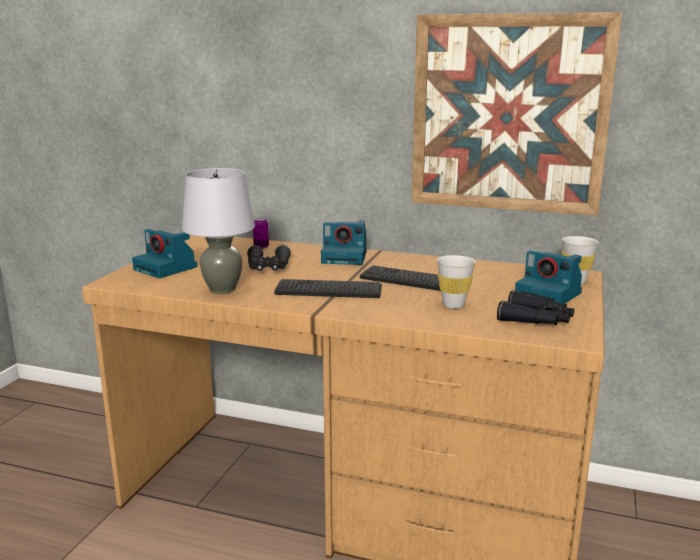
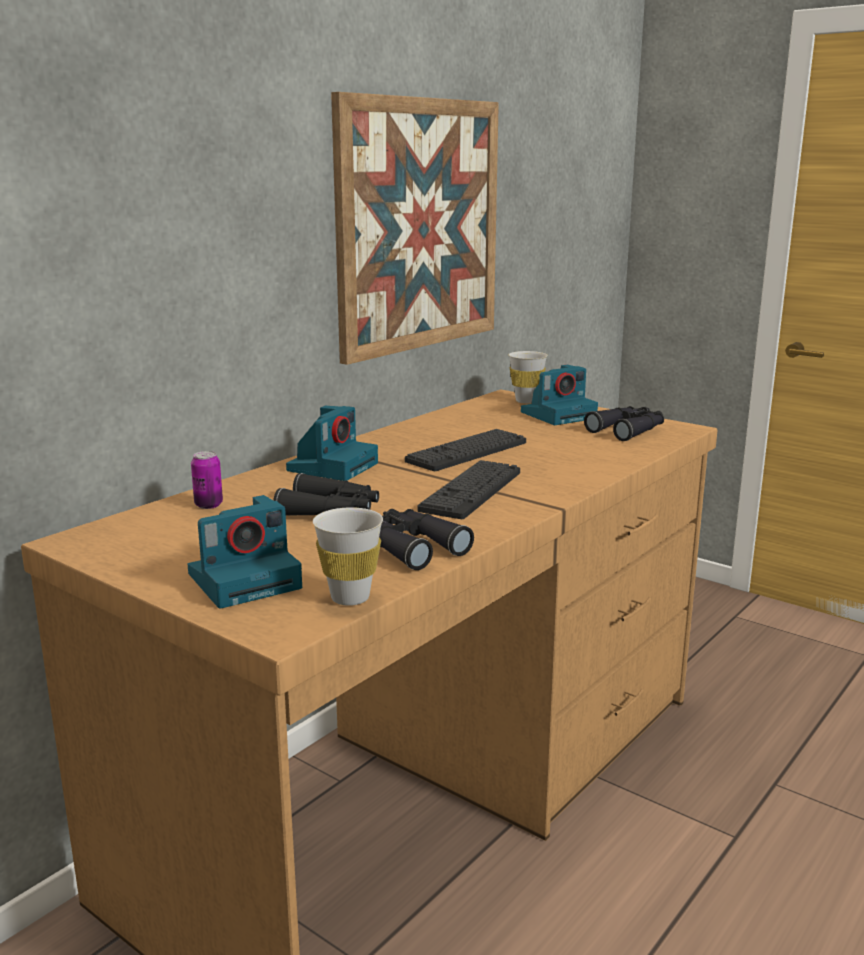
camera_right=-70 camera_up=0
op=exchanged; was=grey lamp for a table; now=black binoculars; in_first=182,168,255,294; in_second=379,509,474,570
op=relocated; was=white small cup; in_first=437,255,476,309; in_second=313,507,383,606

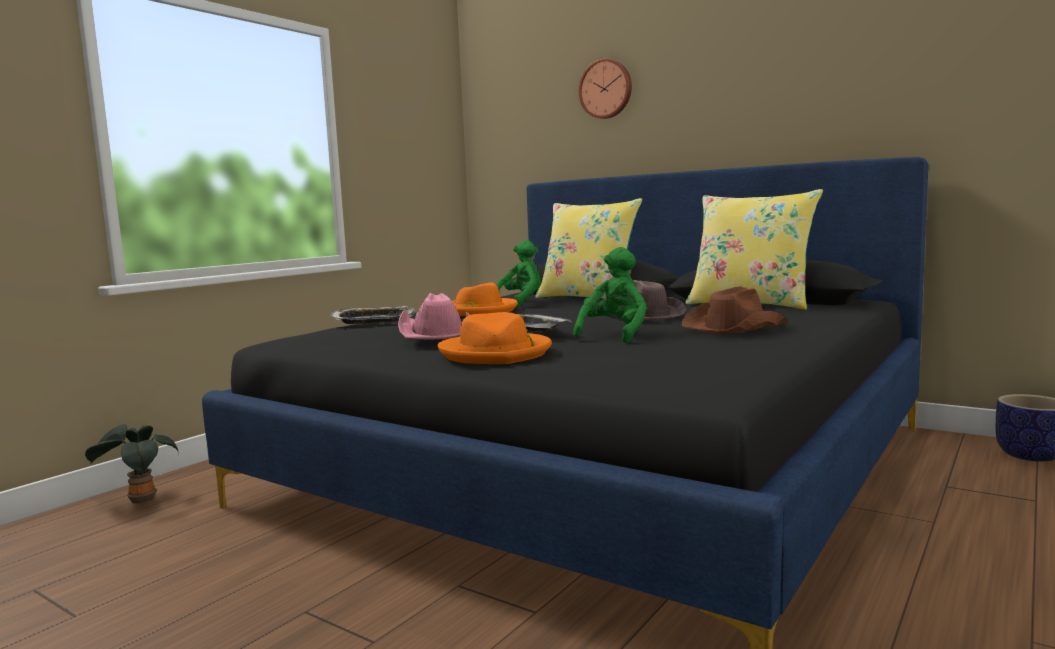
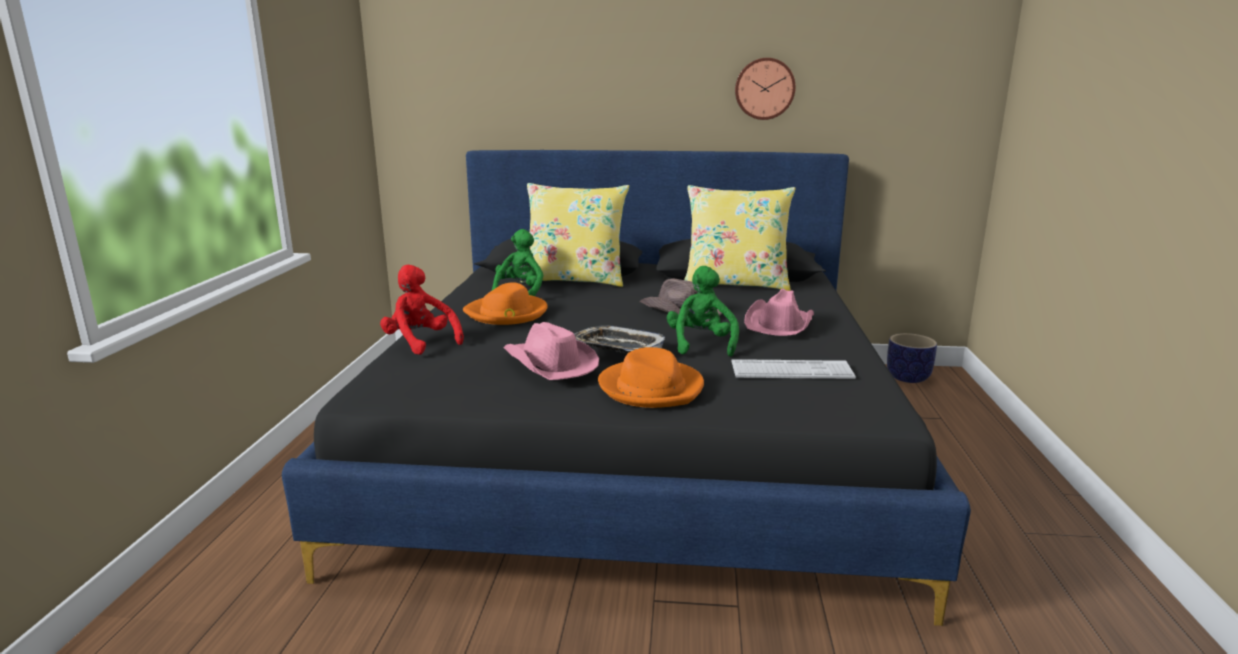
camera_right=-30 camera_up=10
op=relocated; was=hanging clock; in_first=579,59,632,119; in_second=735,58,796,120
op=colour; was=brownish clothing hat; now=pink-coloured clothing hat; in_first=682,286,788,334; in_second=744,289,814,336
op=exchanged; was=serving tray; now=reddish cuddly toy; in_first=329,306,415,324; in_second=380,265,464,355
op=missing; was=plant in a pot; in_first=85,424,179,504
op=appeared; now=computer keyboard; in_second=732,359,856,379

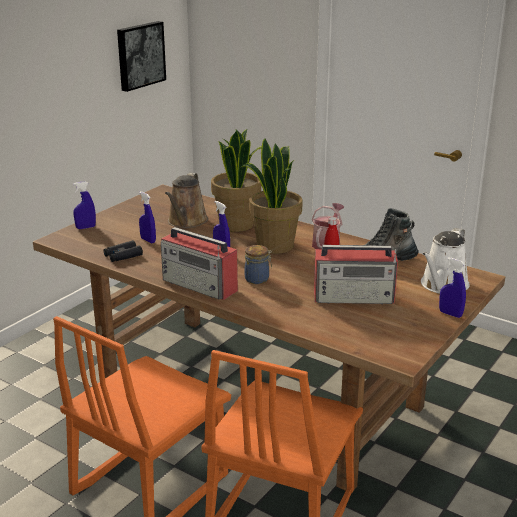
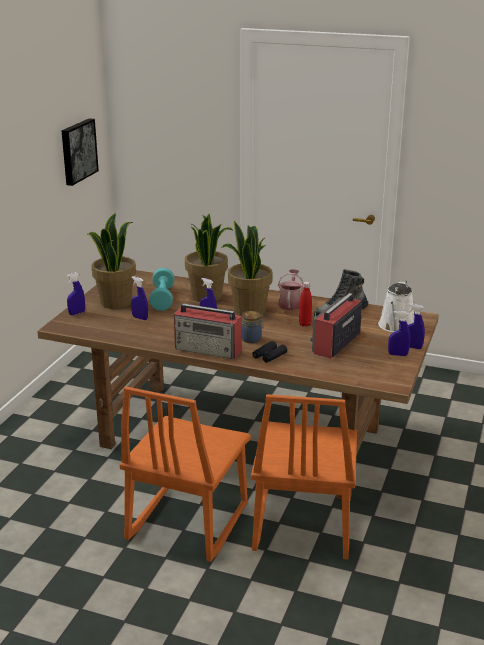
camera_right=-15 camera_up=0
op=exchanged; was=brownish watering pot; now=turquoise-coloured free weight; in_first=165,173,208,228; in_second=149,268,174,311
op=relocated; was=black binoculars; in_first=103,240,143,262; in_second=252,341,287,363
op=spun; was=radio set; in_first=314,245,398,304; in_second=310,293,362,359; clockwise=135
op=appeared; now=plant in a pot; in_second=87,213,136,309
op=appeared; now=blue hand sprayer; in_second=388,311,410,356

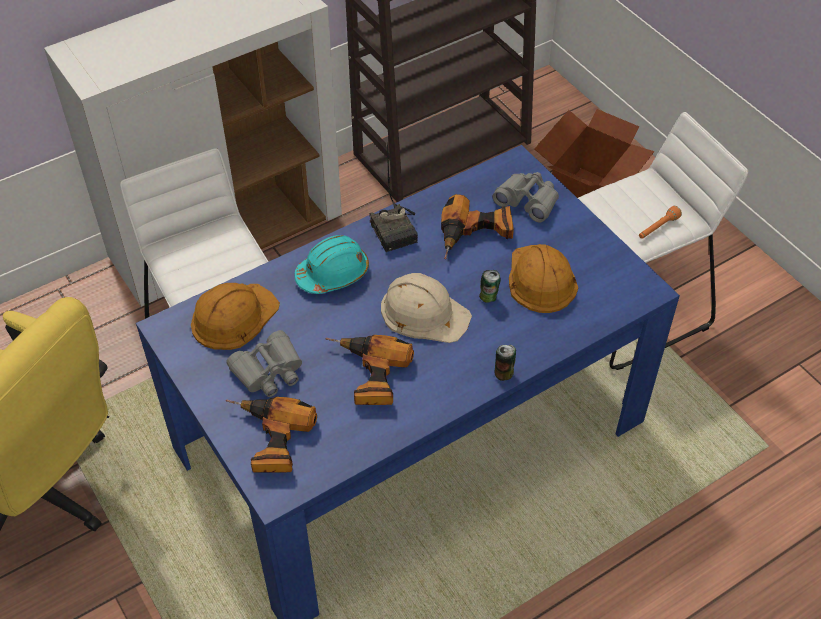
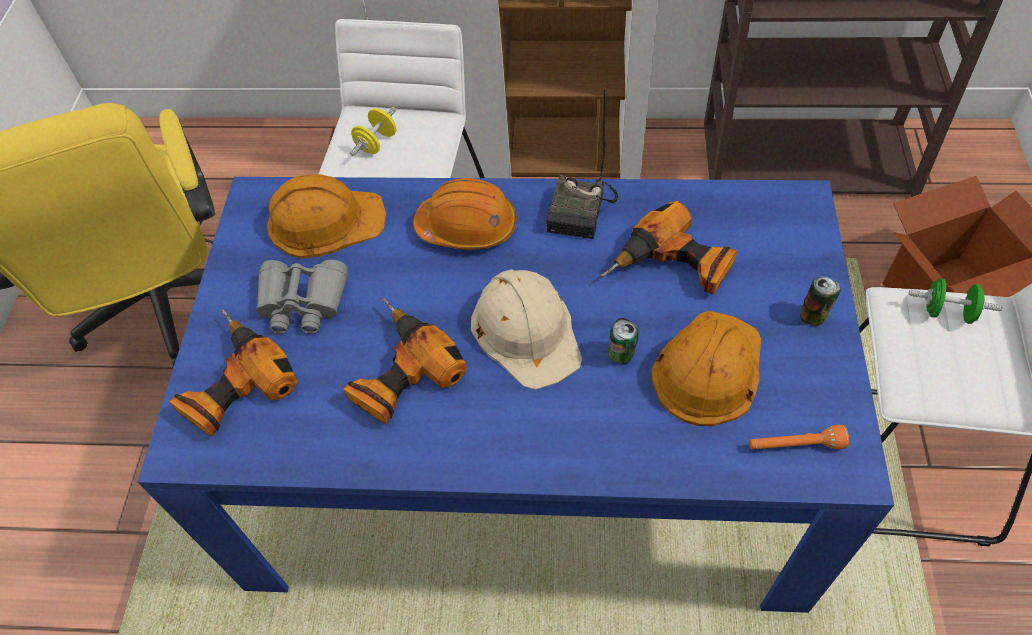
camera_right=40 camera_up=5
op=missing; was=grey binoculars; in_first=493,172,559,222
op=relocated; was=orangey hand torch; in_first=639,206,682,239; in_second=749,425,849,449
op=colour; was=turquoise-coloured safety helmet; now=orangey safety helmet; in_first=294,235,369,294; in_second=413,178,517,250
op=relocated; was=metal can; in_first=494,345,516,381; in_second=800,277,841,326
op=appeared; now=yellowish free weight; in_second=350,107,396,156
op=appeared; now=greenish free weight; in_second=909,278,1002,324

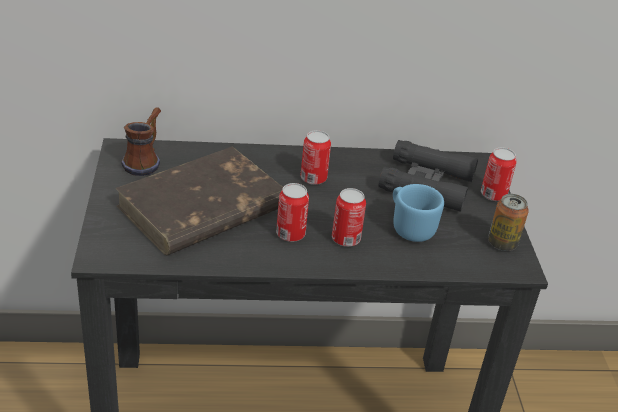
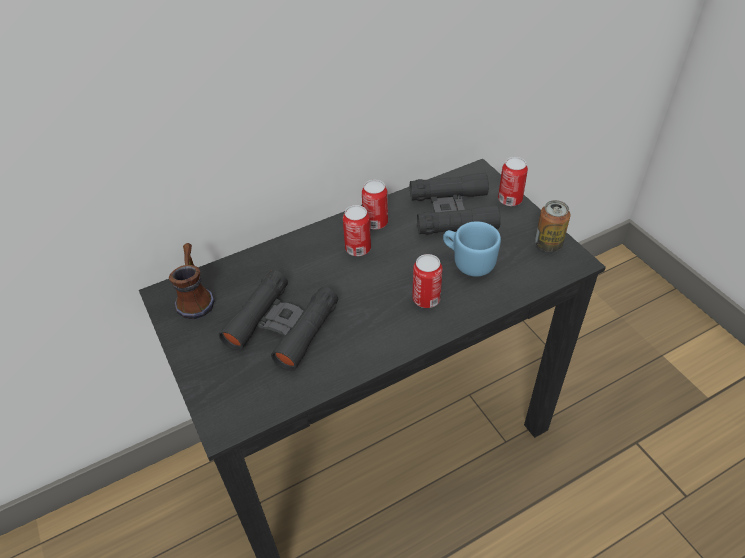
camera_right=-20 camera_up=10
op=exchanged; was=brownish volume; now=black binoculars; in_first=115,146,283,255; in_second=219,270,338,371
op=relocated; was=metal can; in_first=276,183,309,242; in_second=362,180,388,230

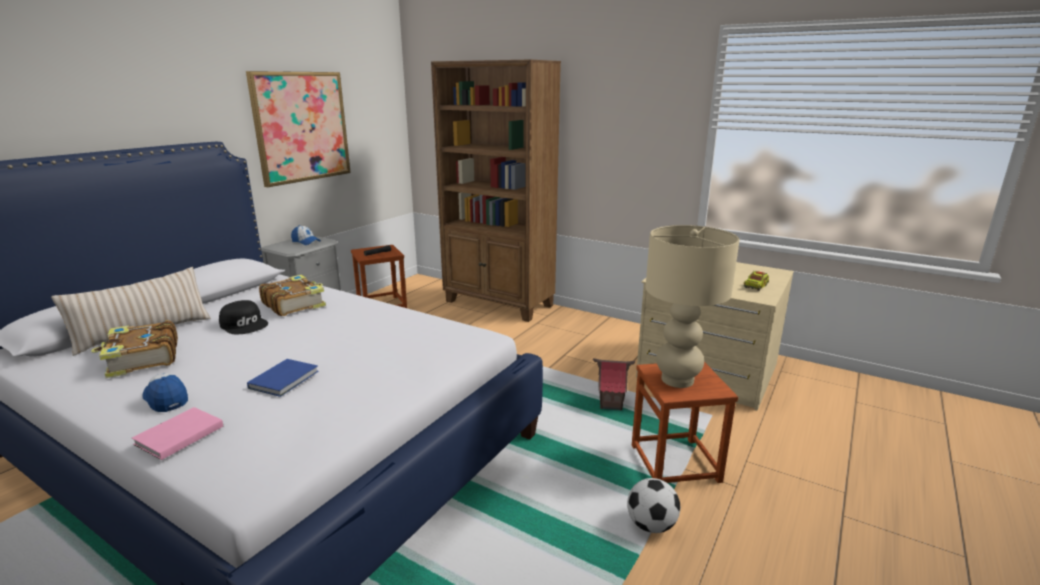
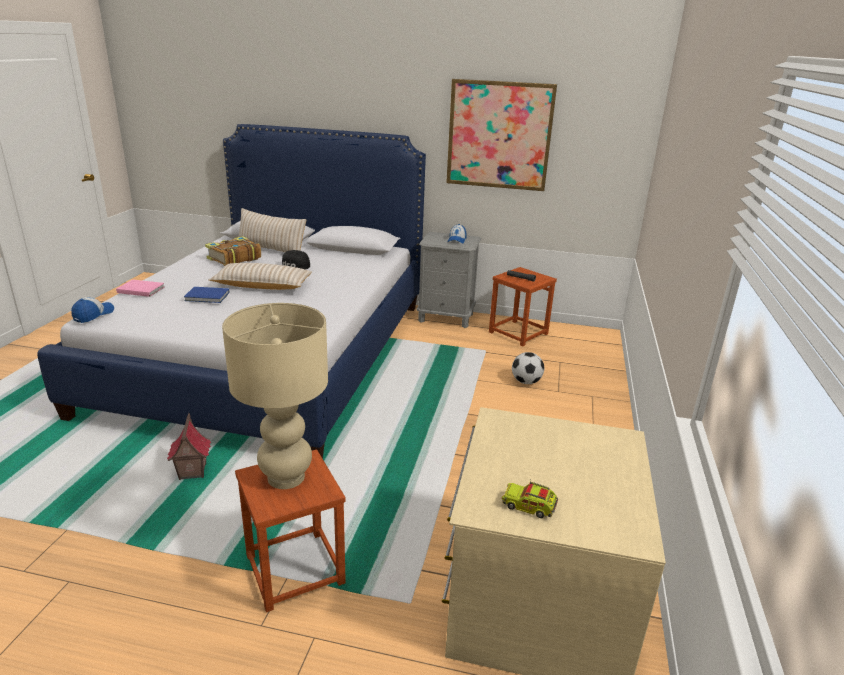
camera_right=70 camera_up=5
op=missing; was=brownish bookshelf; in_first=431,59,561,322
op=missing; was=volume; in_first=259,275,326,316
op=relocated; was=model house; in_first=593,358,635,410; in_second=167,413,211,480
op=relocated; was=baseball cap; in_first=142,373,188,412; in_second=71,297,114,323
op=relocated; was=football; in_first=627,478,680,533; in_second=512,352,544,384
op=appeared; now=beige cushion; in_second=209,263,312,290

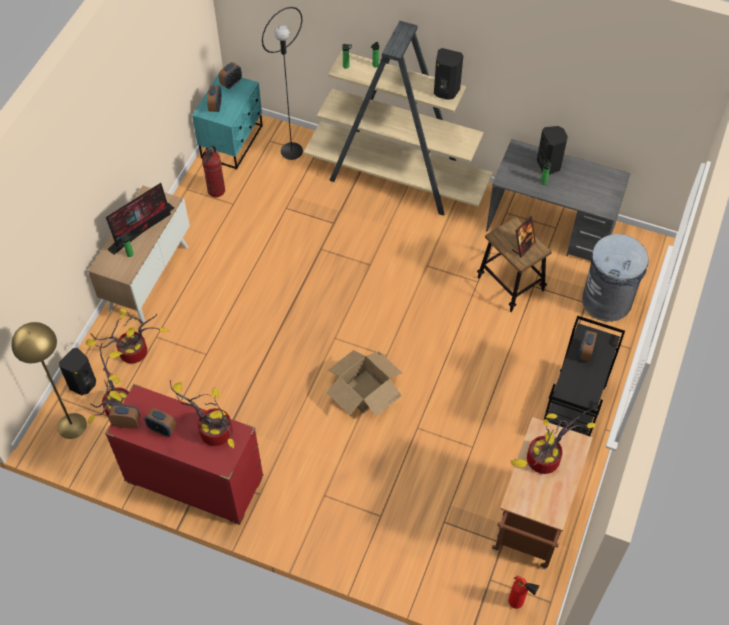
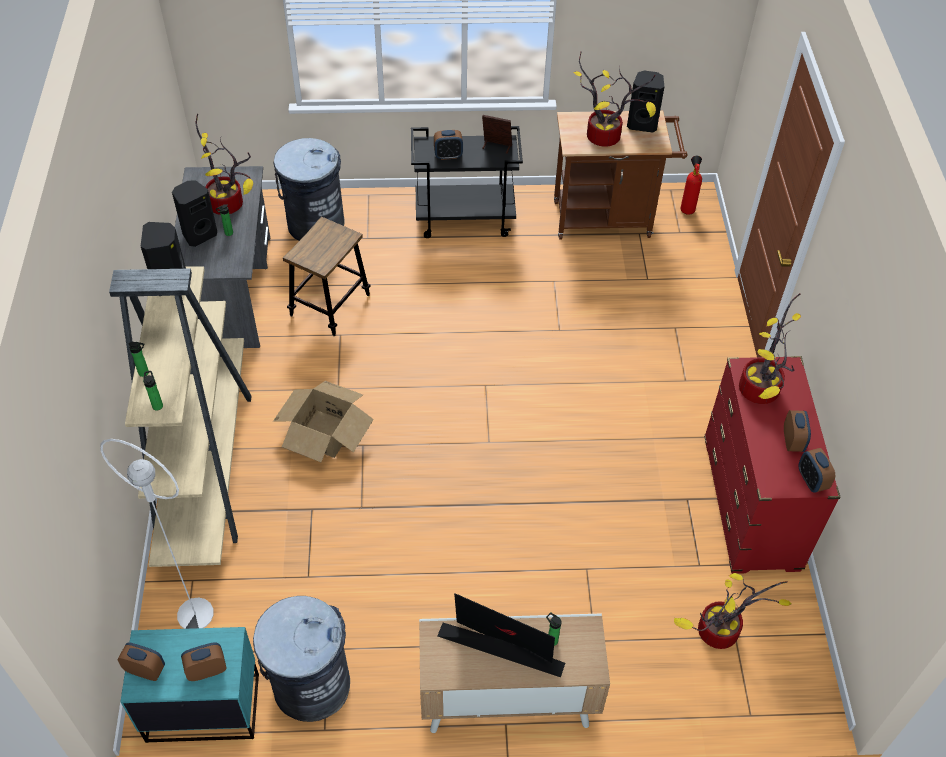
camera_right=-115 camera_up=-5
op=colour; was=black floor lamp; now=white floor lamp; in_first=262,7,303,160; in_second=100,439,214,629
op=exchanged; was=fire extinguisher; now=grey rubbish bin; in_first=202,146,225,197; in_second=253,596,350,722
op=relocated; was=standing frame; in_first=512,216,536,257; in_second=482,115,512,154
op=relocated; was=plant in a pot; in_first=86,308,169,364; in_second=195,113,253,215
op=missing; was=yellowish floor lamp; in_first=11,322,87,439
op=relocated; was=black audio speaker; in_first=59,348,96,395; in_second=627,71,665,133
op=relocated; was=carton; in_first=327,350,402,416; in_second=273,381,374,462

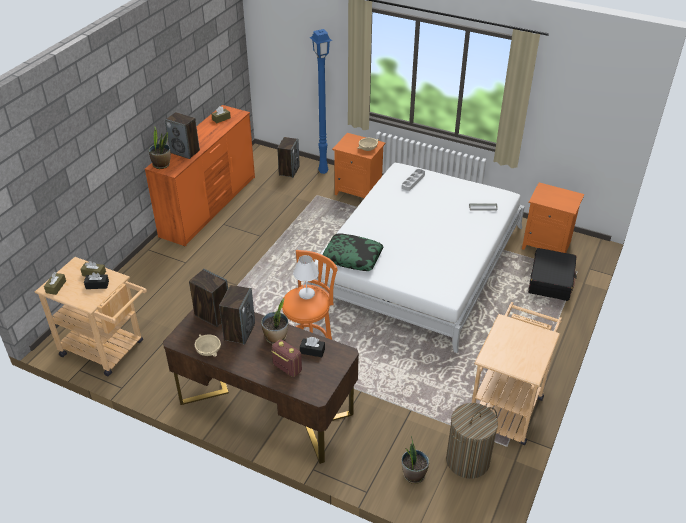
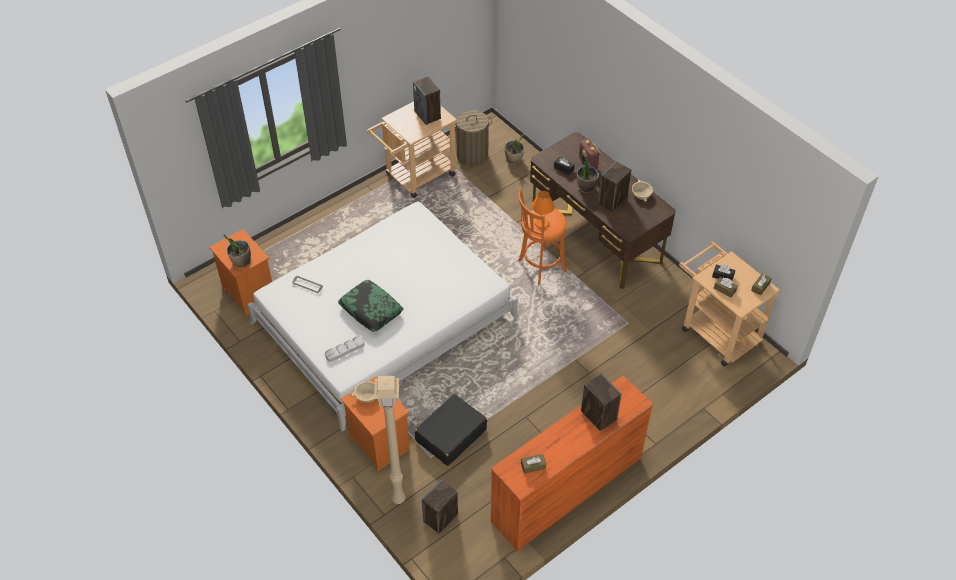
camera_right=-155 camera_up=10
op=colour; was=blue floor lamp; now=beige floor lamp; in_first=310,29,332,174; in_second=374,376,406,504
op=relocated; was=plant in a pot; in_first=149,127,171,169; in_second=224,235,251,268
op=relocated; was=cushion; in_first=323,233,383,271; in_second=338,280,403,332
op=relocated; was=black suitcase; in_first=528,248,577,301; in_second=415,394,487,466
op=colour; was=white lamp for a table; now=orangey lamp for a table; in_first=293,255,319,299; in_second=532,191,555,229
op=relocated; was=audio speaker; in_first=189,269,228,327; in_second=413,77,441,125

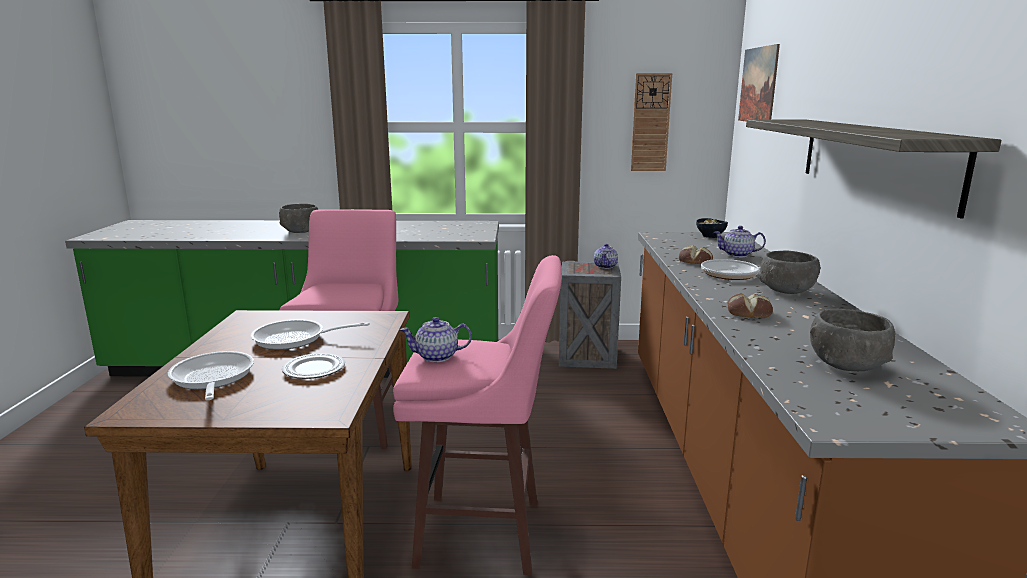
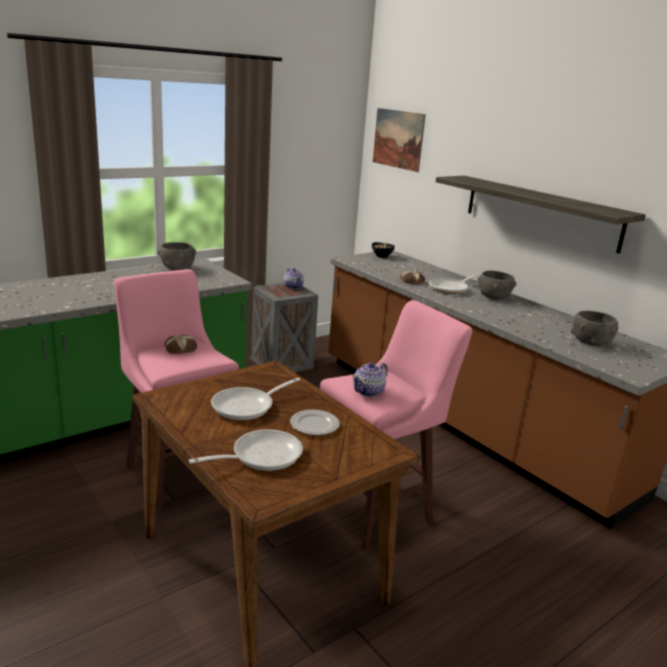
camera_right=-40 camera_up=5
op=missing; was=hanging clock; in_first=631,73,672,171
op=relocated; was=grey deep dish; in_first=279,204,319,233; in_second=158,242,196,270
op=missing; was=teapot; in_first=714,226,766,257
op=relocated; was=baked bread; in_first=727,293,773,318; in_second=165,335,197,354
op=spun; was=skillet; in_first=168,351,254,400; in_second=189,429,303,471; clockwise=120

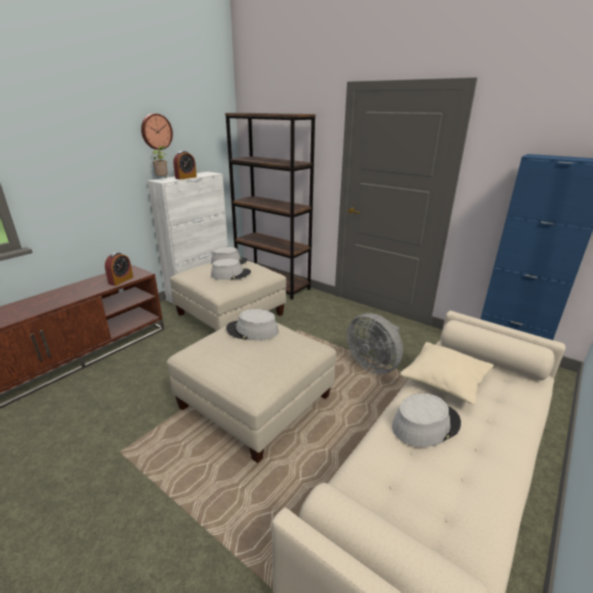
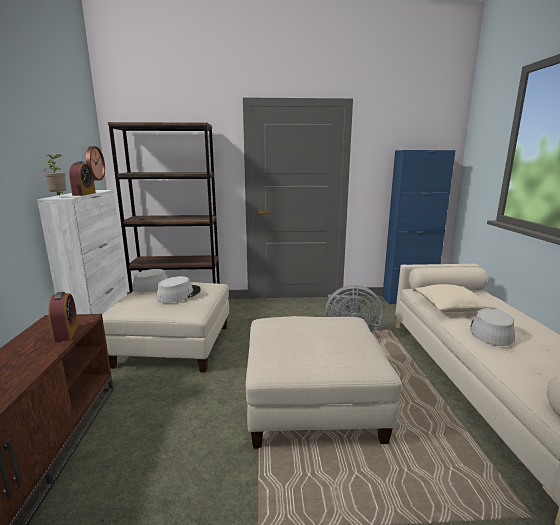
camera_right=-40 camera_up=-10
op=relocated; was=hanging clock; in_first=141,114,173,150; in_second=86,146,105,181
op=missing; was=grey clothing hat; in_first=226,309,279,340

